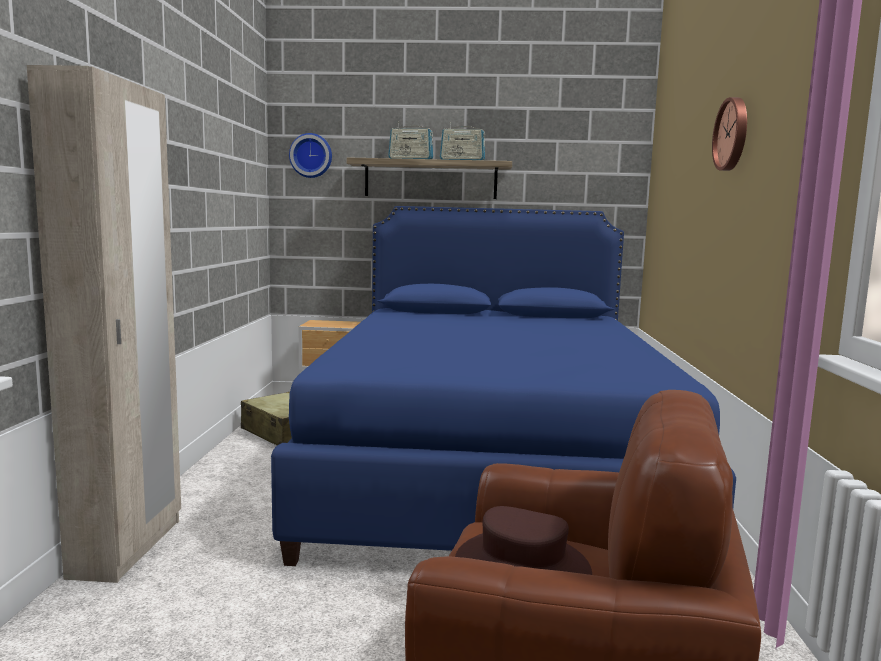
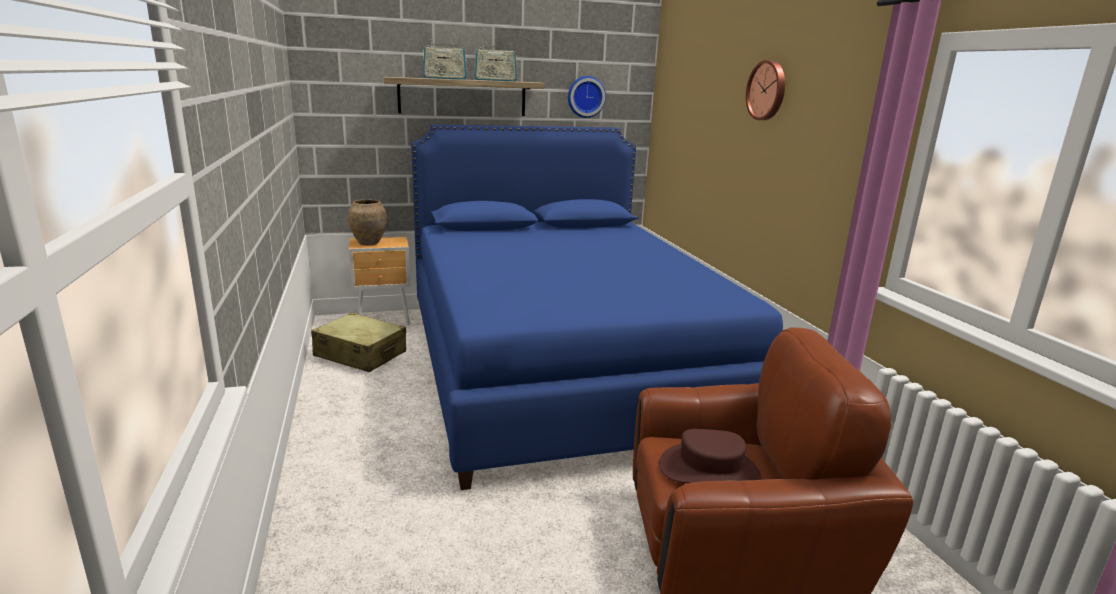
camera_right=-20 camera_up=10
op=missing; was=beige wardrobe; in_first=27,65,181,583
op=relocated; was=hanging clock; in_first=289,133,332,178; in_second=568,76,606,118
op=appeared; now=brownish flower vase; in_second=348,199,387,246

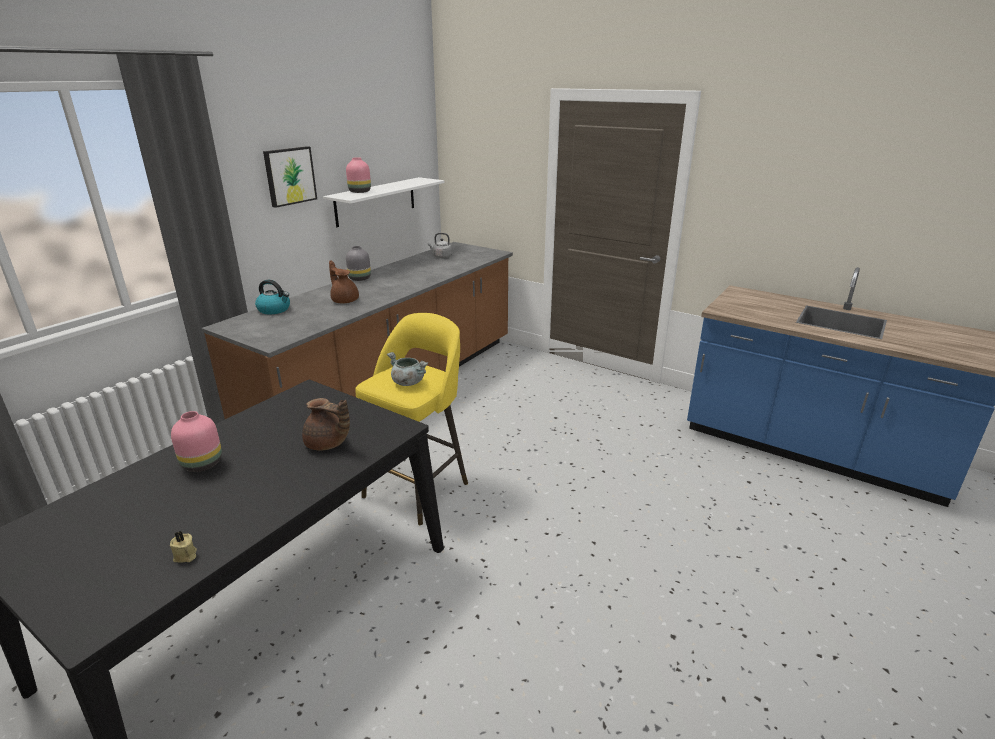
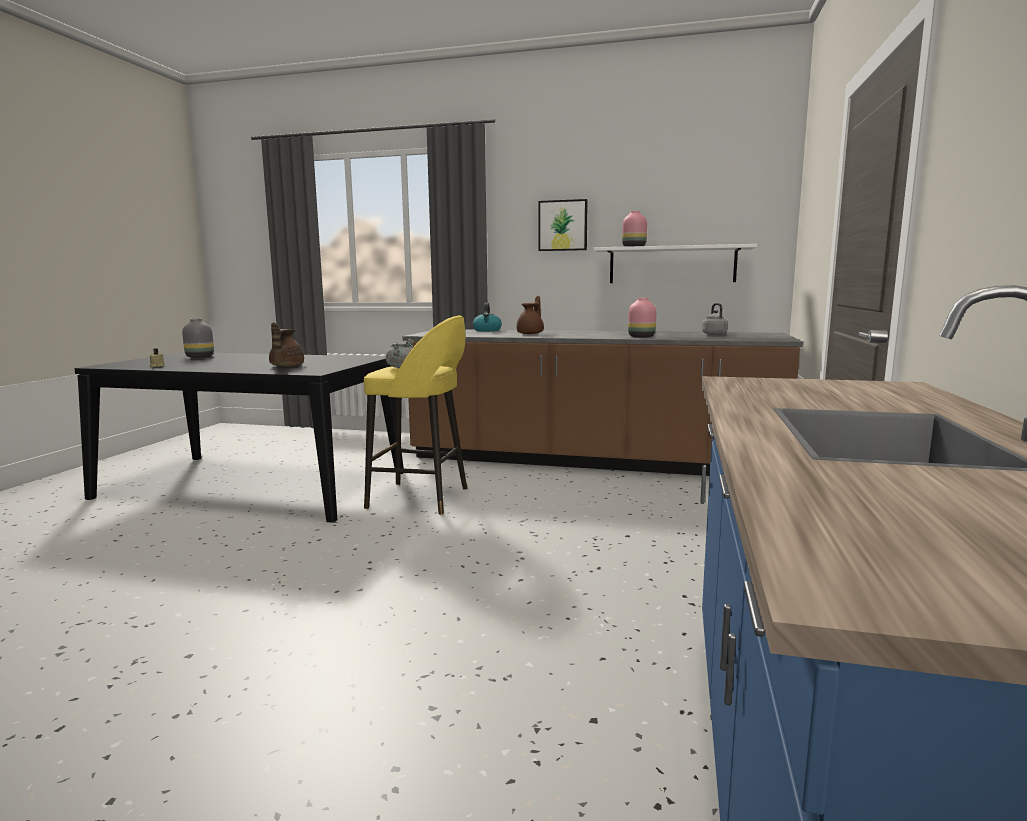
camera_right=70 camera_up=-15
op=relocated; was=grey flower vase; in_first=346,246,371,281; in_second=182,319,214,358
op=relocated; was=pink-coloured flower vase; in_first=171,411,222,472; in_second=628,298,656,338

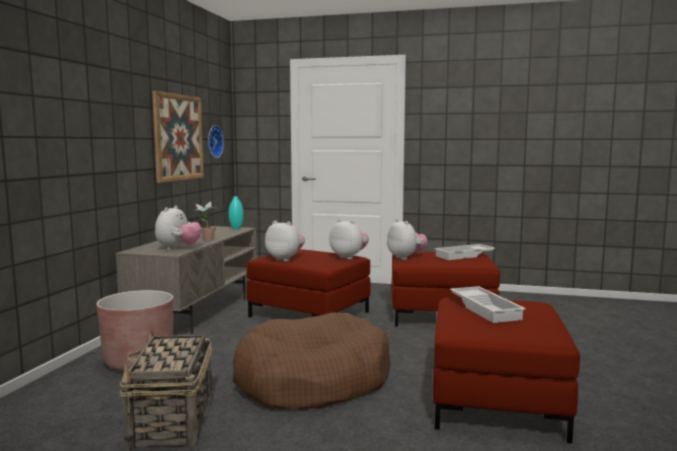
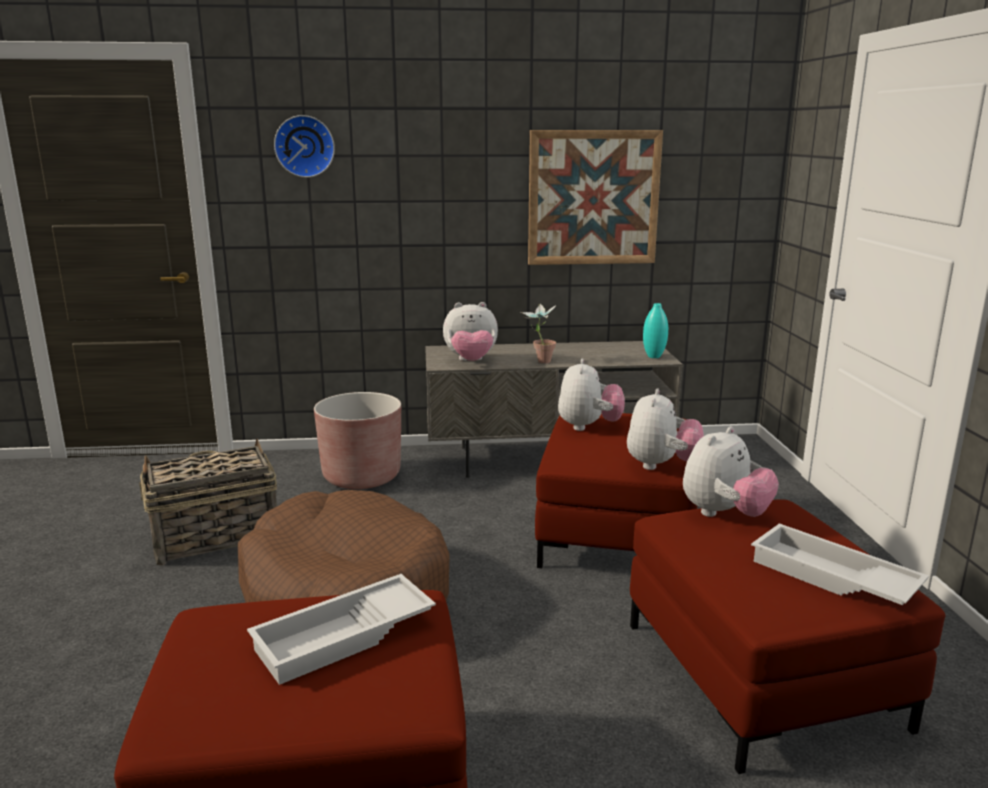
camera_right=70 camera_up=10
op=relocated; was=hanging clock; in_first=208,125,224,158; in_second=274,115,335,178

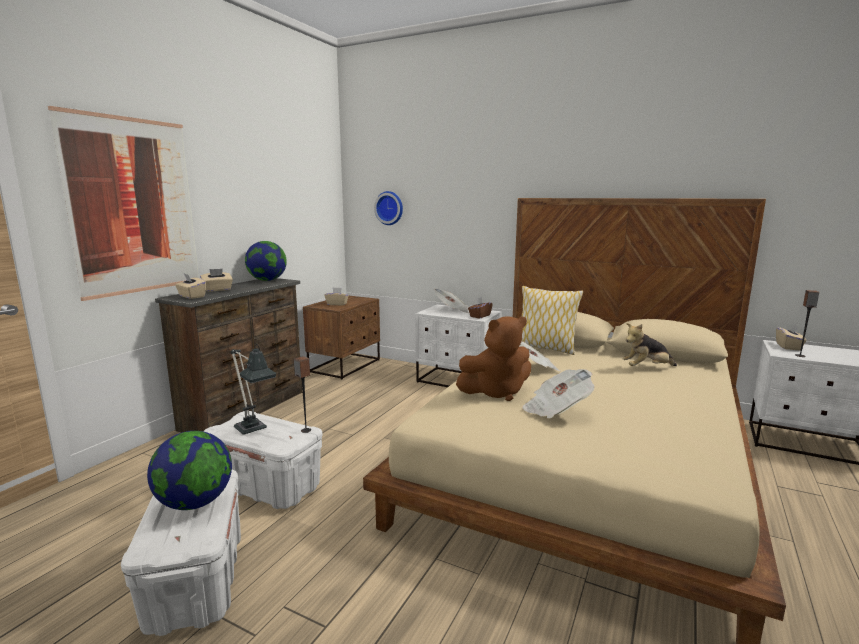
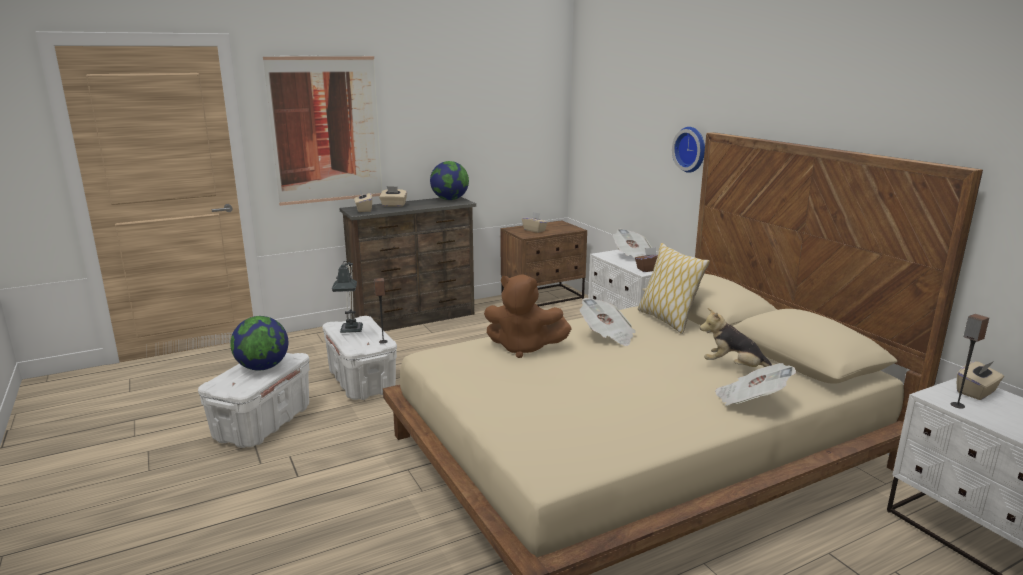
camera_right=35 camera_up=5
op=relocated; was=hanging clock; in_first=374,191,403,225; in_second=672,127,705,173
op=relocated; was=printed paper; in_first=522,369,595,418; in_second=715,363,796,406

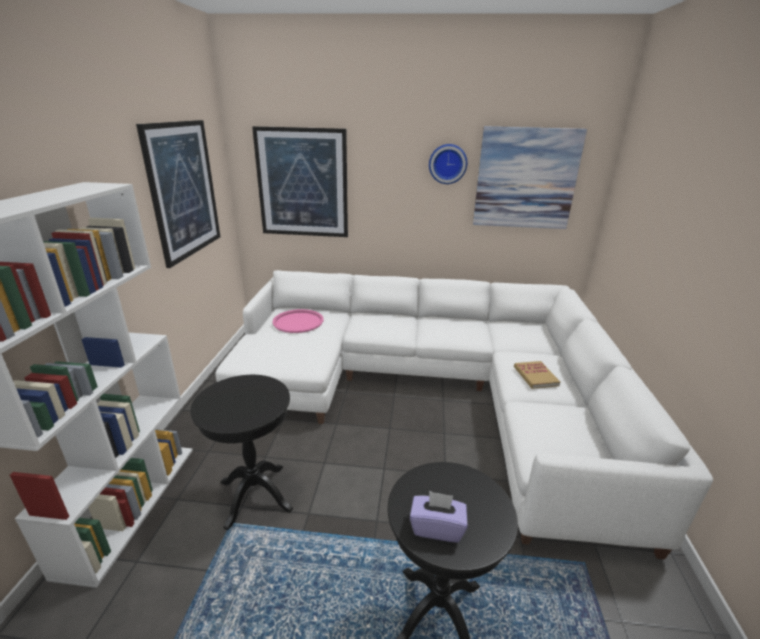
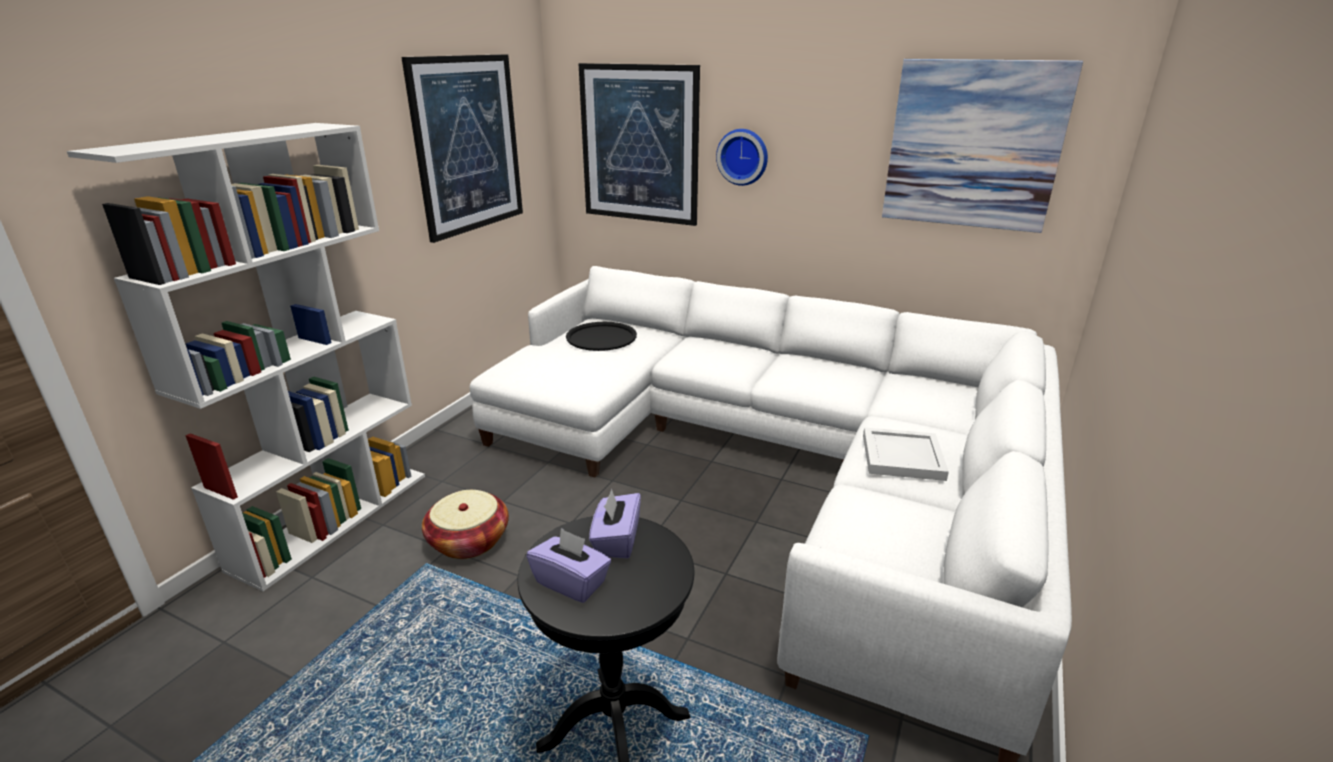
camera_right=20 camera_up=0
op=relocated; was=hanging clock; in_first=429,144,467,184; in_second=716,129,768,186
op=colour; was=pink-coloured serving tray; now=black serving tray; in_first=273,309,324,333; in_second=566,322,637,351
op=exchanged; was=volume; now=white serving tray; in_first=514,361,560,389; in_second=863,427,949,481
op=exchanged; was=black side table; now=household basket; in_first=190,375,293,530; in_second=422,490,509,559
op=appeared; now=purple tissue holder; in_second=589,489,641,558

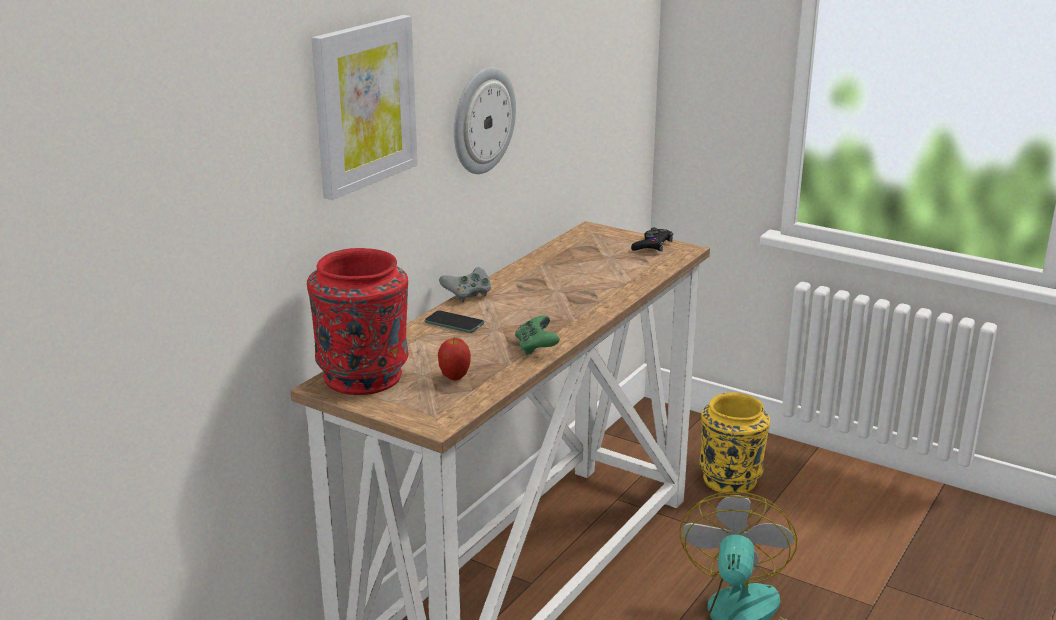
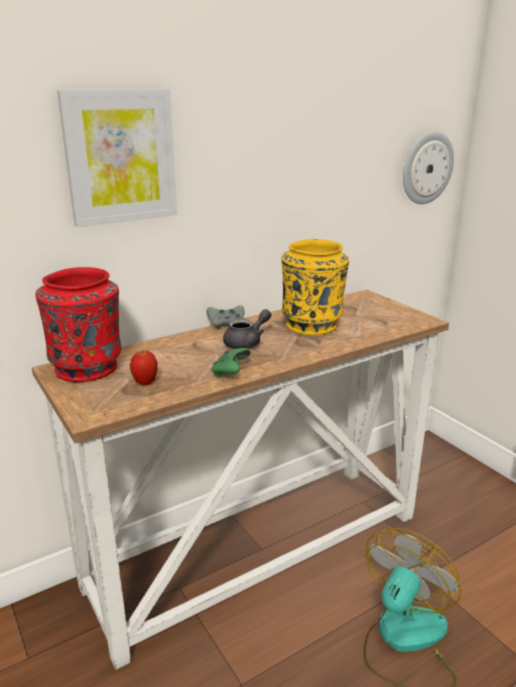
camera_right=25 camera_up=0
op=relocated; was=hanging clock; in_first=454,67,516,174; in_second=403,131,454,204
op=missing; was=black gamepad; in_first=631,227,674,252
op=missing; was=telephone; in_first=425,310,484,333
op=relocated; was=yellowish flower vase; in_first=699,392,770,495; in_second=281,239,349,335
op=appeared; now=grey teapot; in_second=223,309,271,349

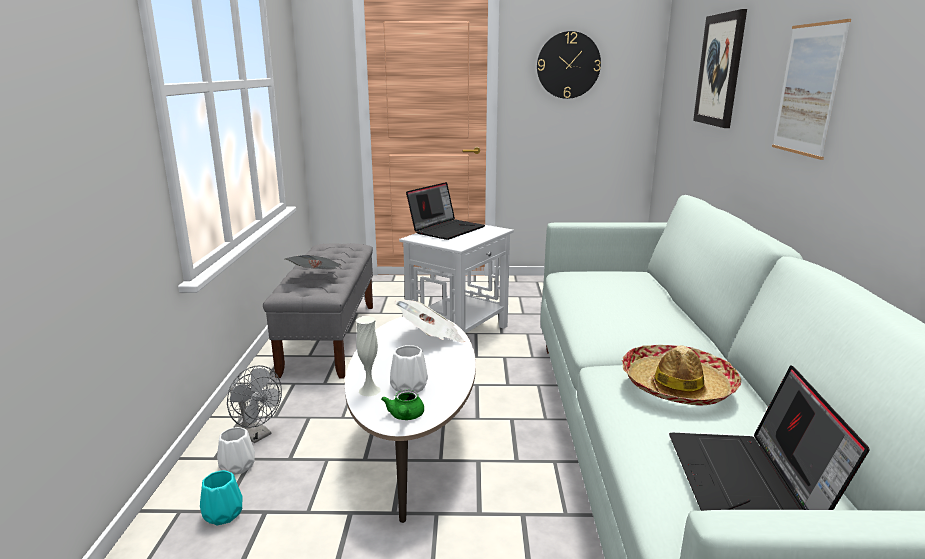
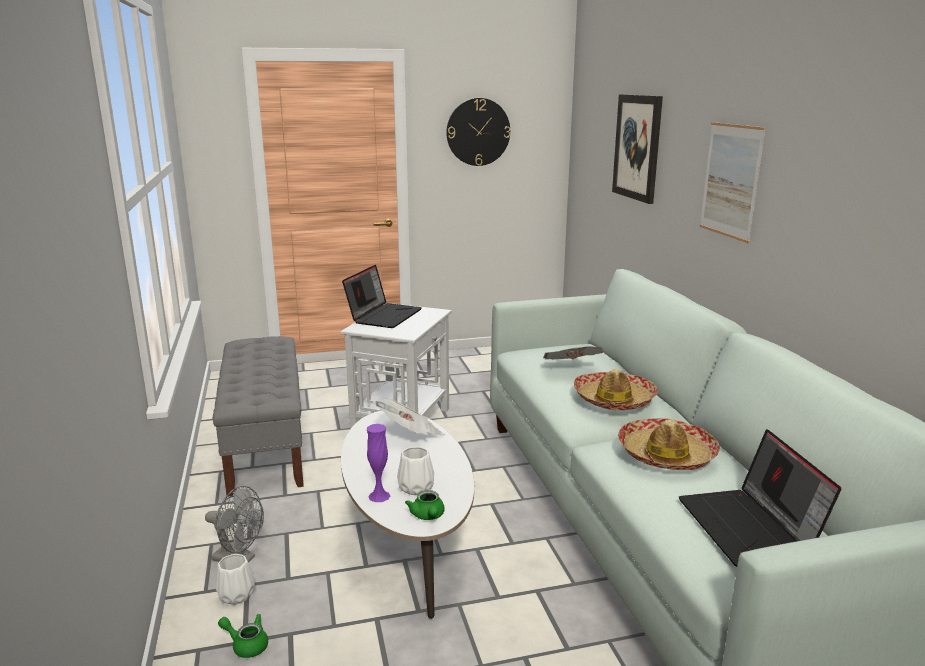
camera_right=-15 camera_up=0
op=relocated; was=printed paper; in_first=285,255,341,269; in_second=543,346,603,359
op=colour; was=white flower vase; now=purple flower vase; in_first=356,316,381,396; in_second=367,424,390,502
op=exchanged; was=turquoise-coloured flower vase; now=greenish teapot; in_first=200,470,243,525; in_second=218,614,268,658
op=appeared; now=clothing hat; in_second=574,369,658,410

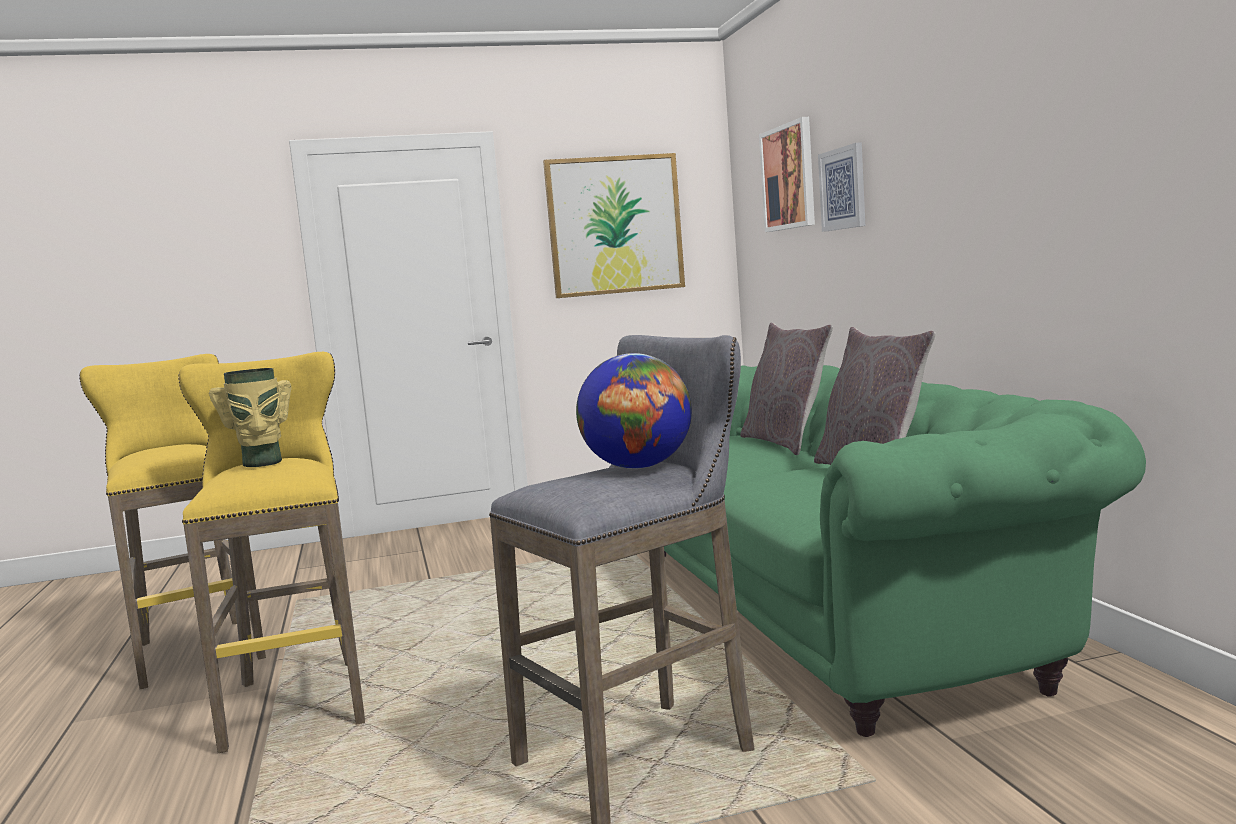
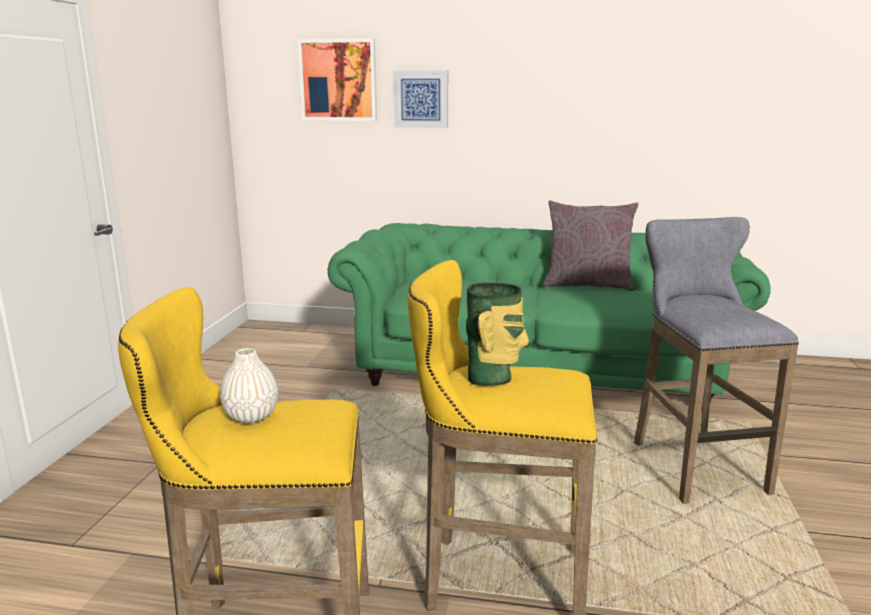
camera_right=-65 camera_up=10
op=missing; was=wall art; in_first=543,153,685,298
op=missing; was=grey cushion; in_first=740,323,833,455
op=missing; was=world globe; in_first=576,353,692,469
op=appeared; now=white flower vase; in_second=220,348,278,423

